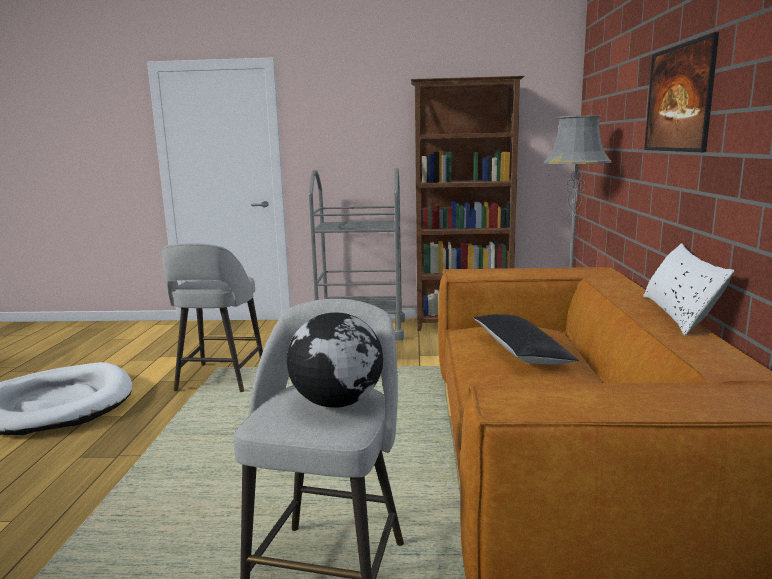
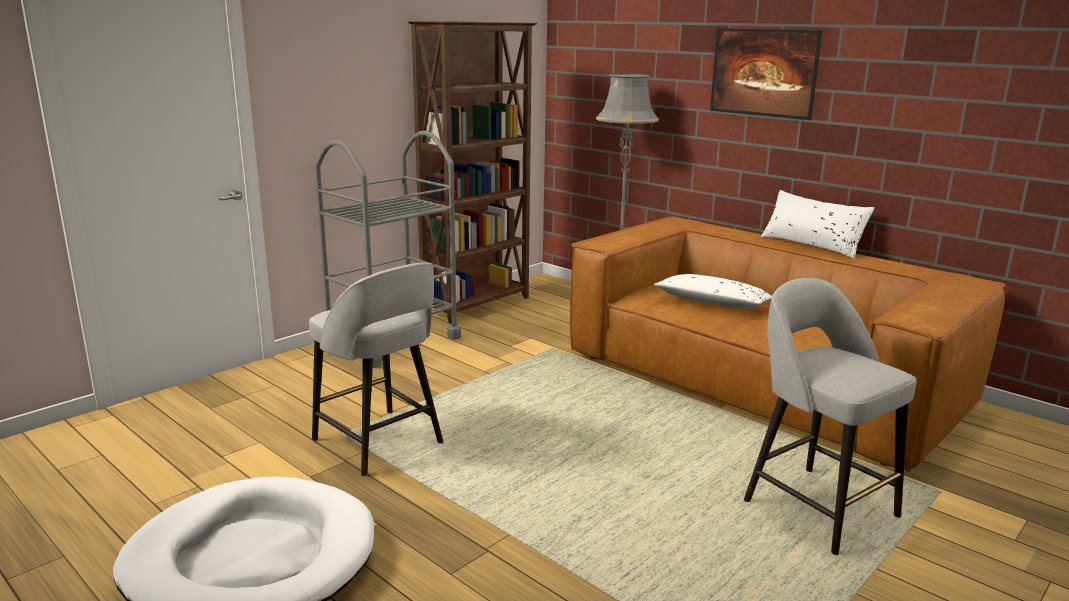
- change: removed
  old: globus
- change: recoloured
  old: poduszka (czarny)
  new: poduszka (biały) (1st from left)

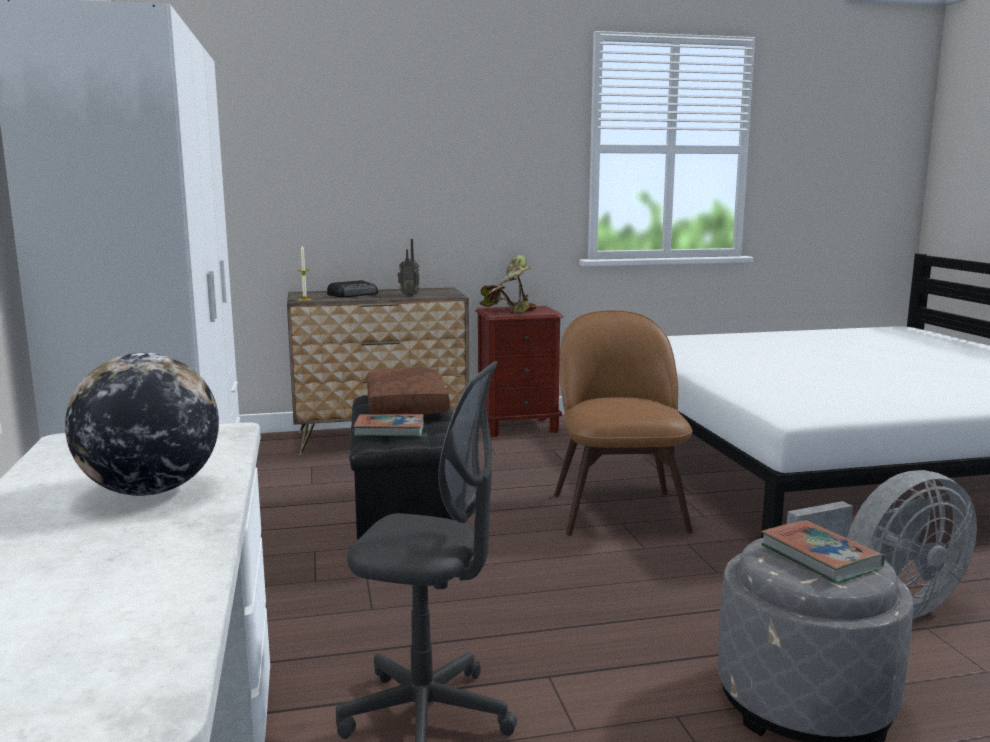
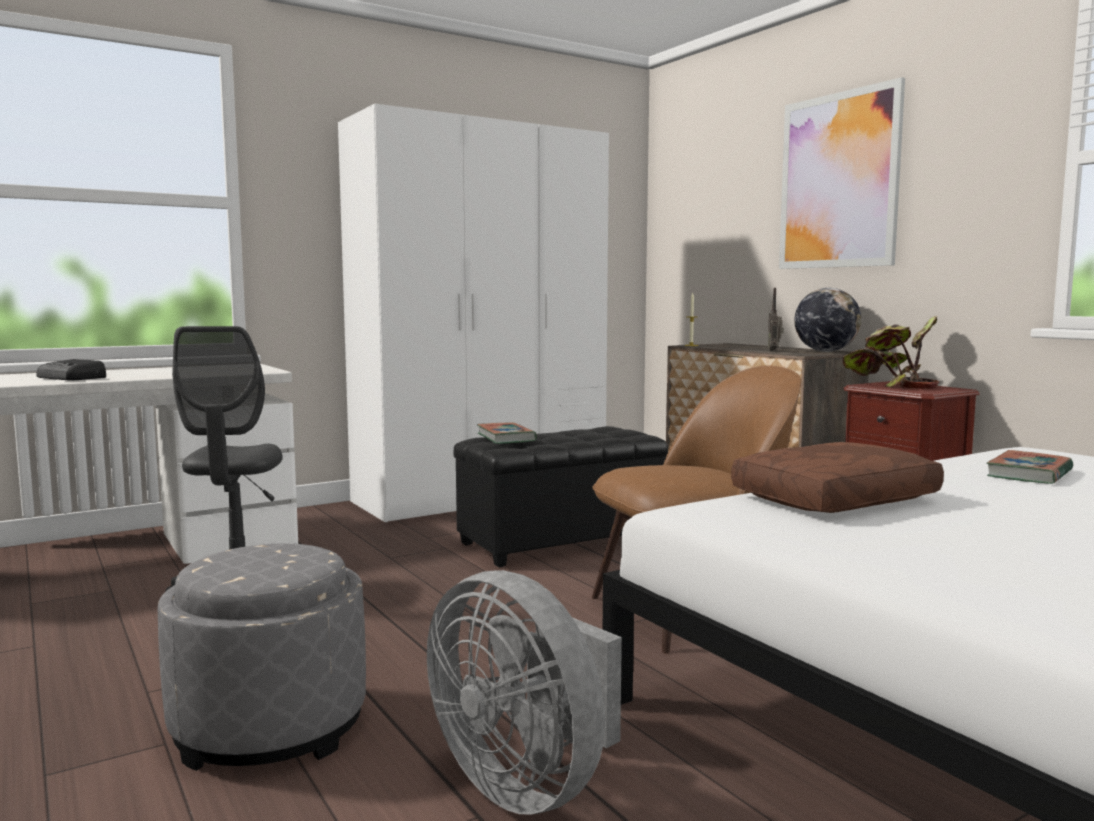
- change: moved
  old: globus
- change: moved
  old: radio (1st from left)
- change: moved
  old: poduszka (brązowy)
- change: moved
  old: książka (2nd from left)
- change: added
  new: obraz

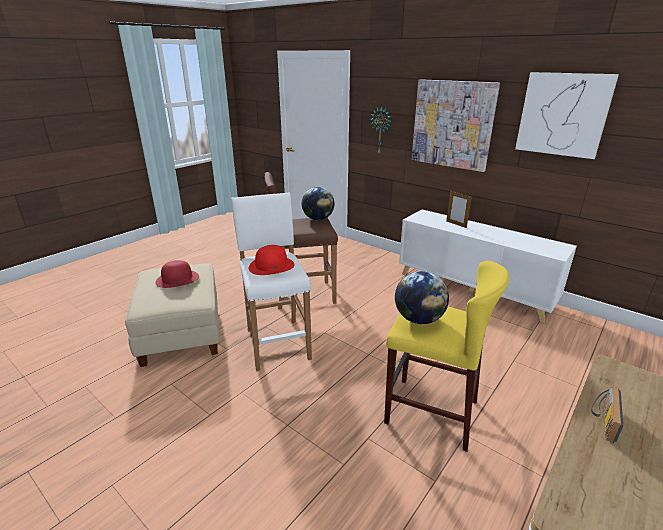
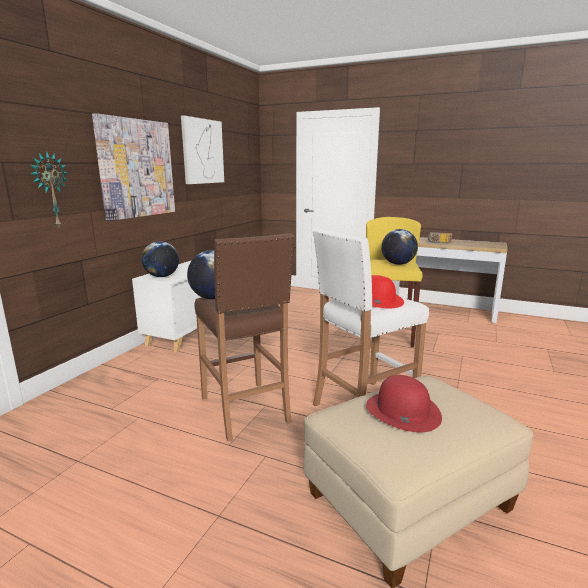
- change: removed
  old: ramka na zdjęcie
- change: added
  new: globus (1st from left)

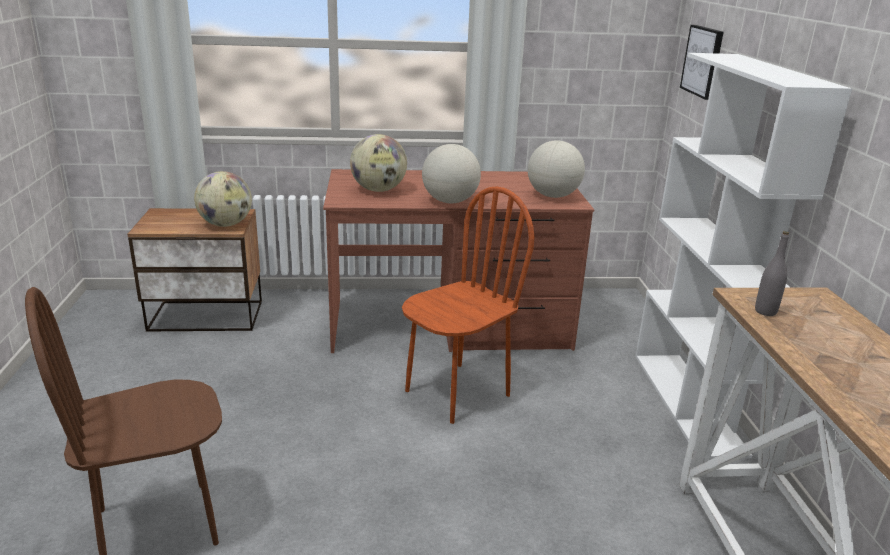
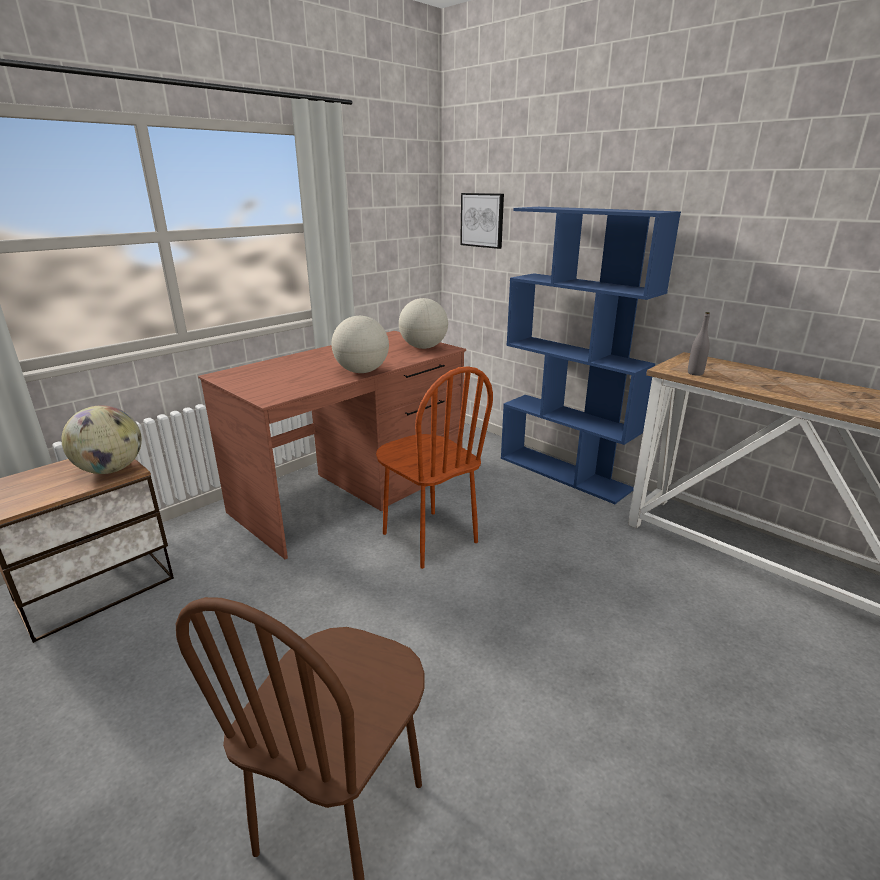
- change: removed
  old: globus (2nd from left)
- change: turned
  old: krzesło (brązowy) (2nd from left)
  degrees: 135
- change: recoloured
  old: regał (biały)
  new: regał (niebieski)

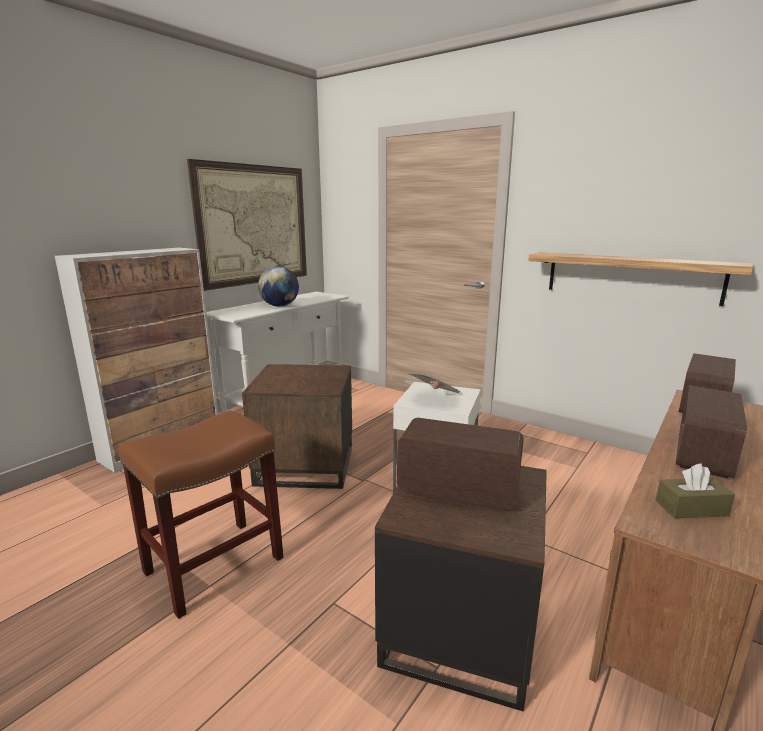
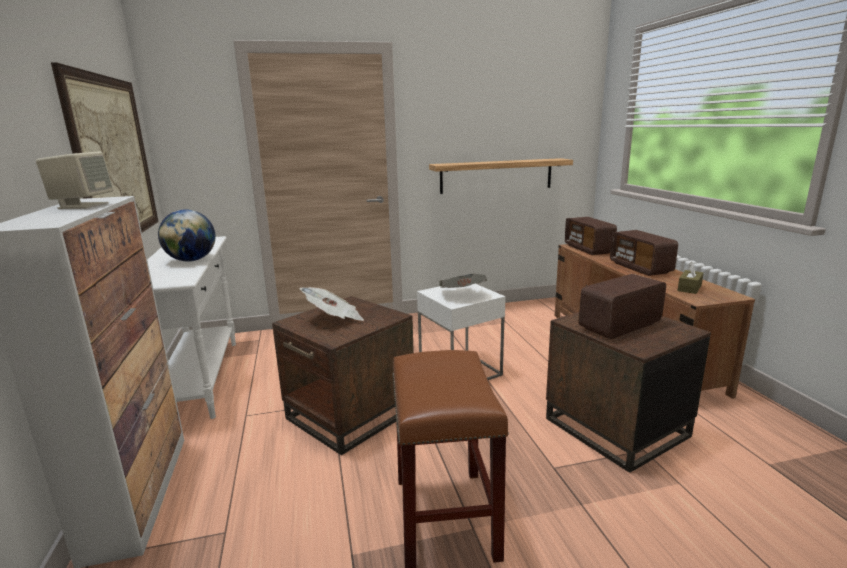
- change: added
  new: głośnik (beżowy)
- change: added
  new: gazeta (1st from left)

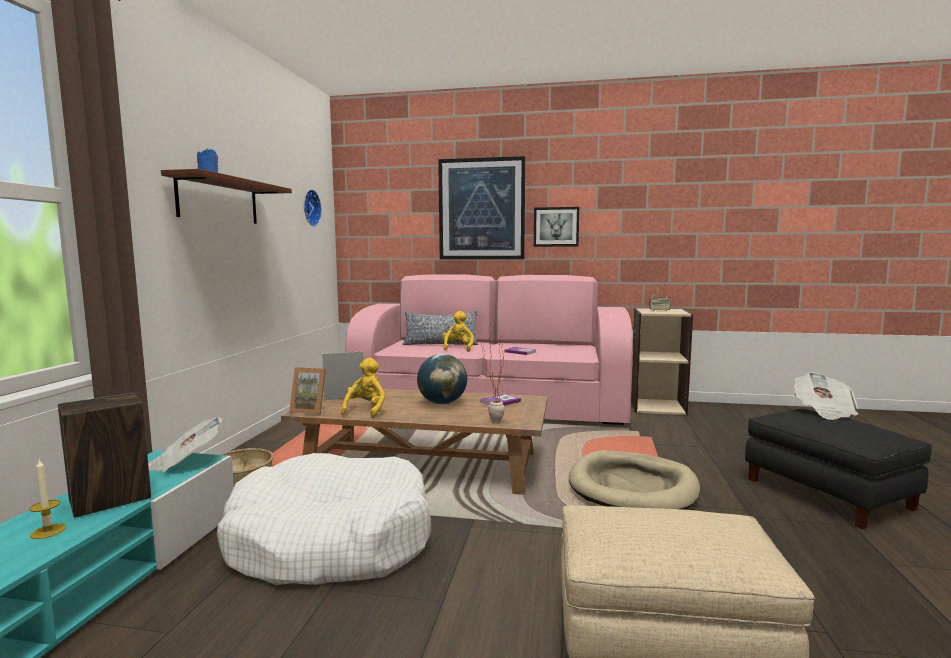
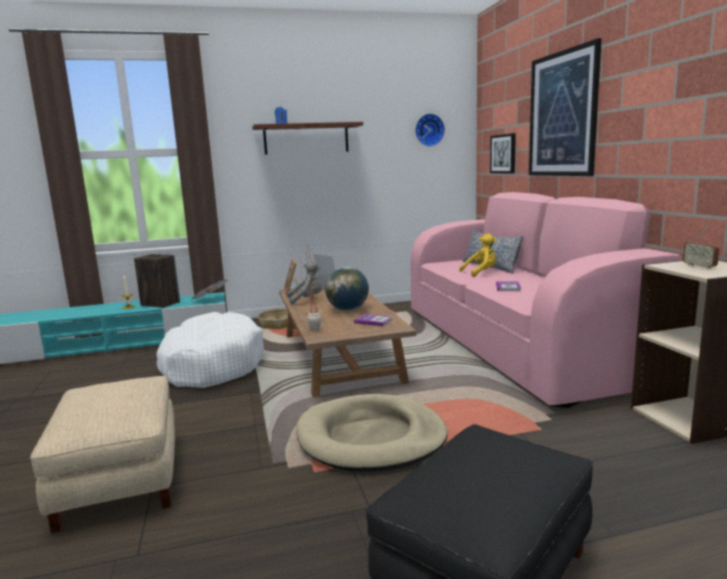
- change: recoloured
  old: pluszak (żółty) (1st from left)
  new: pluszak (szary)
- change: moved
  old: obraz (2nd from left in the first image)
  new: obraz (1st from left)
- change: removed
  old: gazeta (2nd from left)

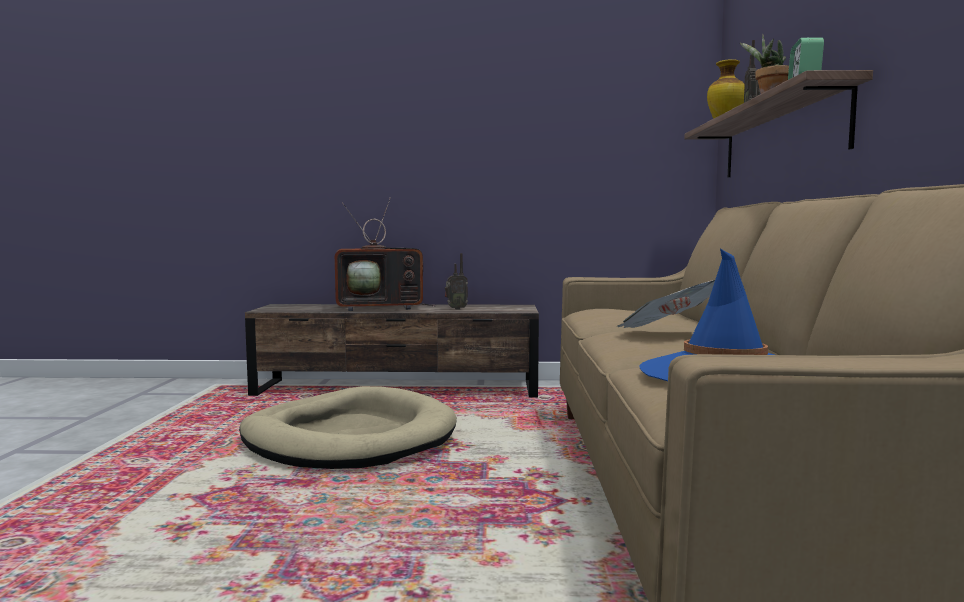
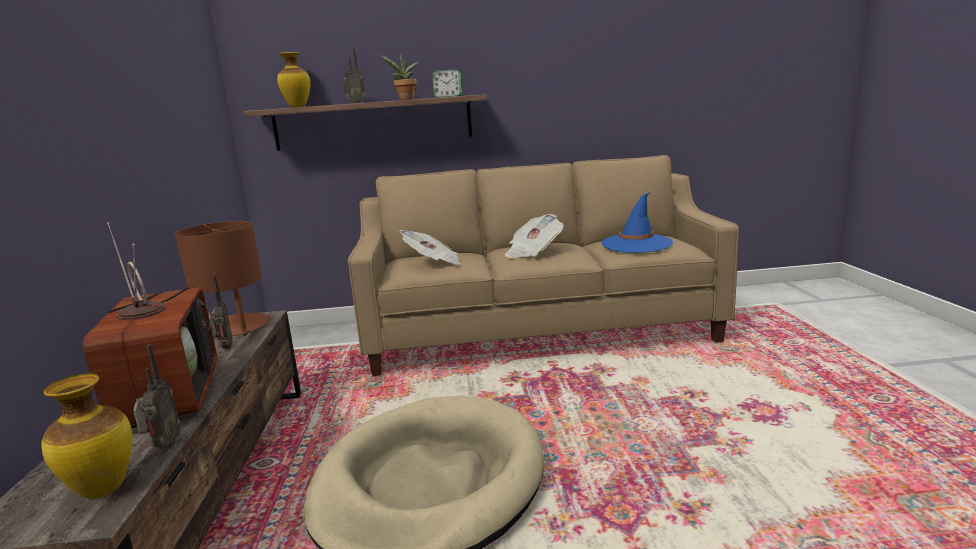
- change: added
  new: wazon (1st from left)
- change: added
  new: radio (1st from left)
- change: added
  new: lampa stołowa (brązowy)
- change: added
  new: gazeta (1st from left)

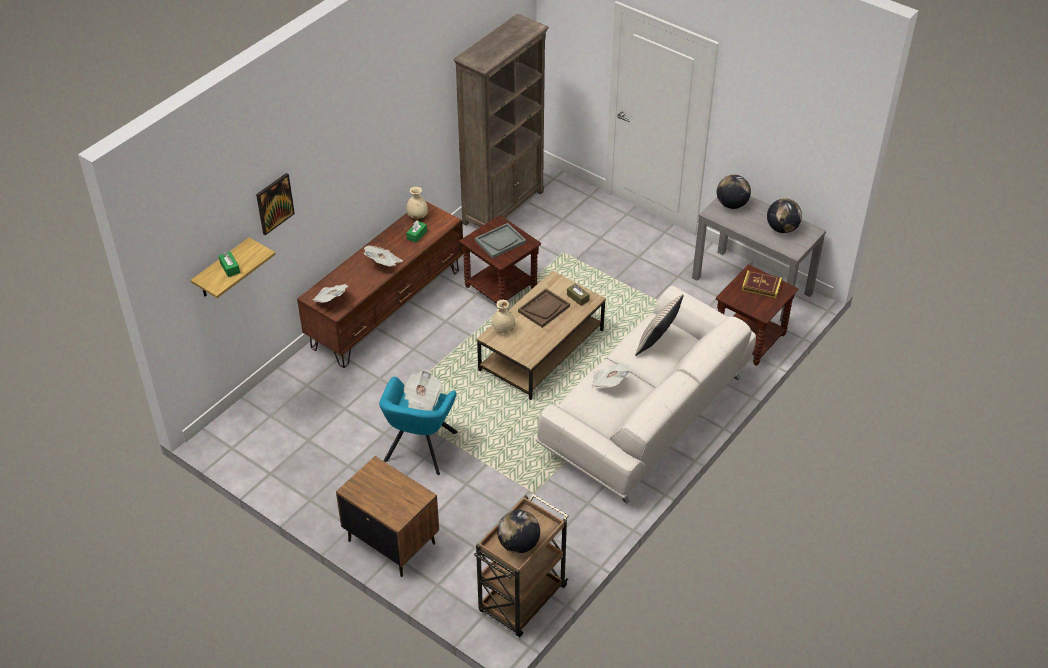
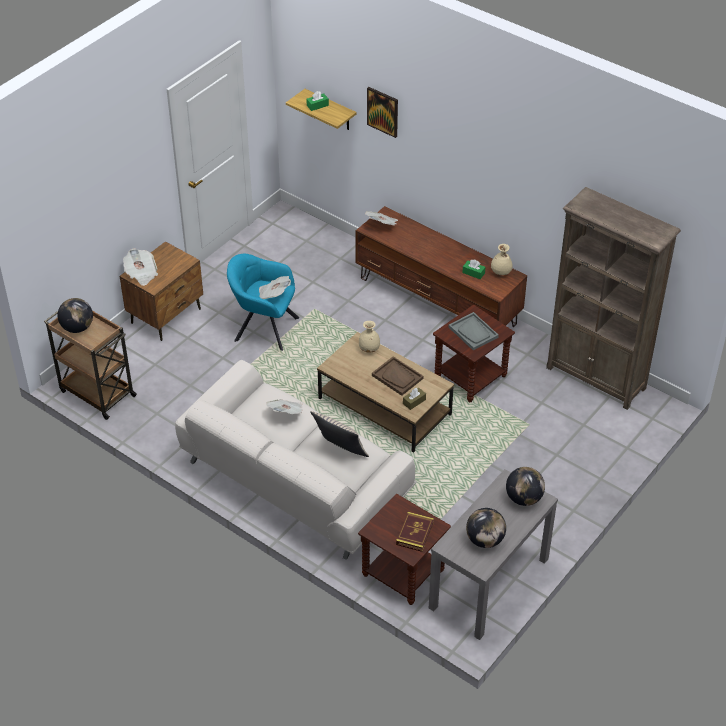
- change: moved
  old: gazeta (2nd from left in the first image)
  new: gazeta (1st from left)

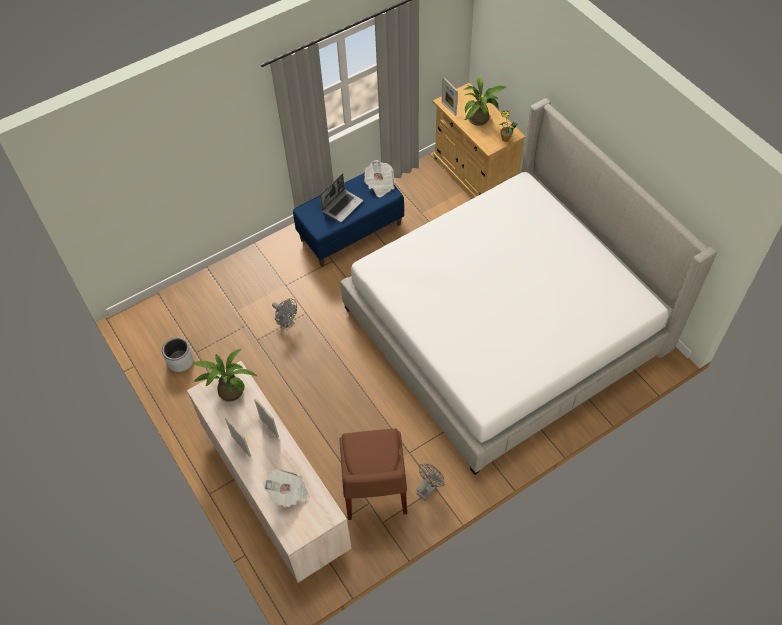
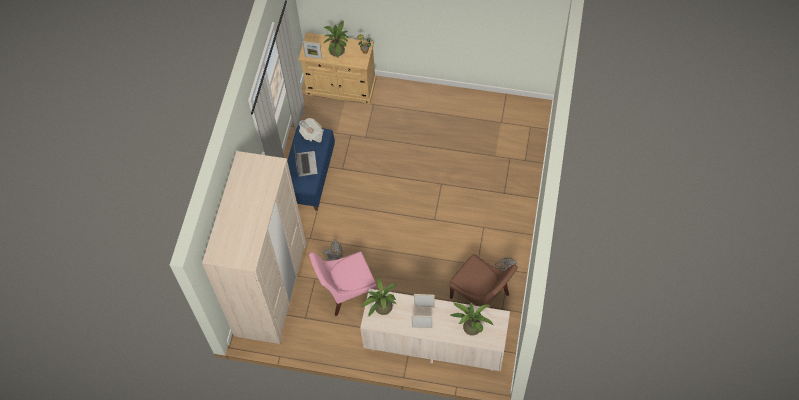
- change: removed
  old: donica (szary)
- change: replaced
  old: gazeta (1st from left)
  new: roślina doniczkowa (4th from left)
- change: removed
  old: łóżko
- change: added
  new: szafa (beżowy)
- change: added
  new: krzesło (różowy)

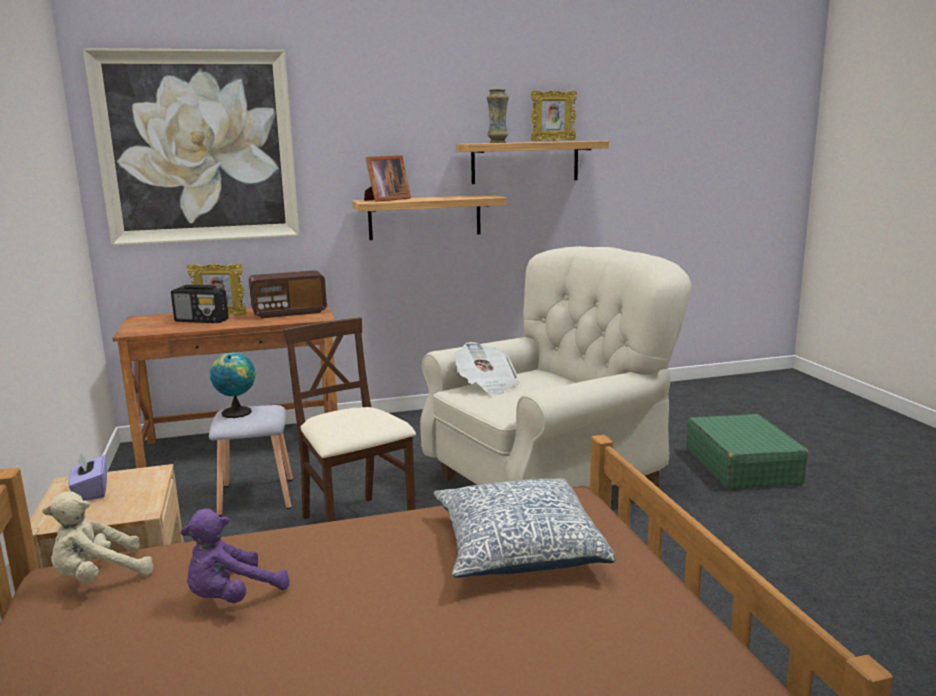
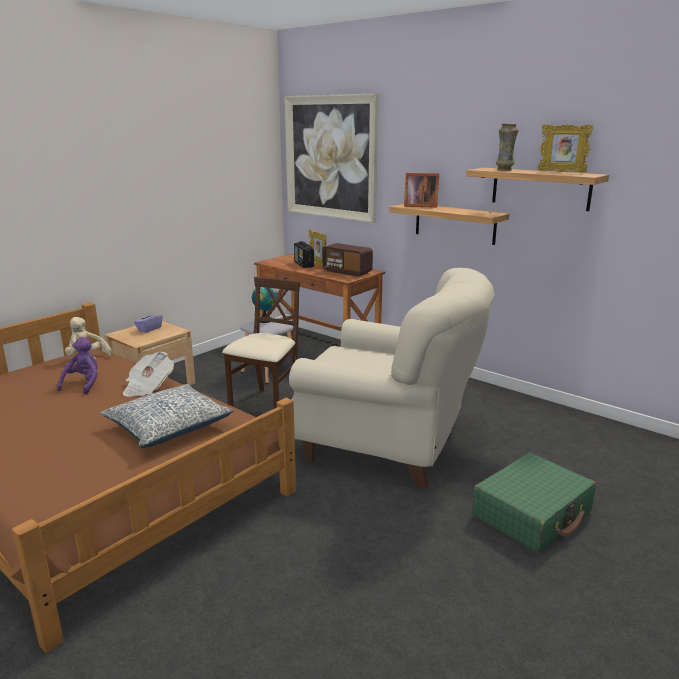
- change: turned
  old: pluszak (fioletowy)
  degrees: 90
- change: moved
  old: gazeta

